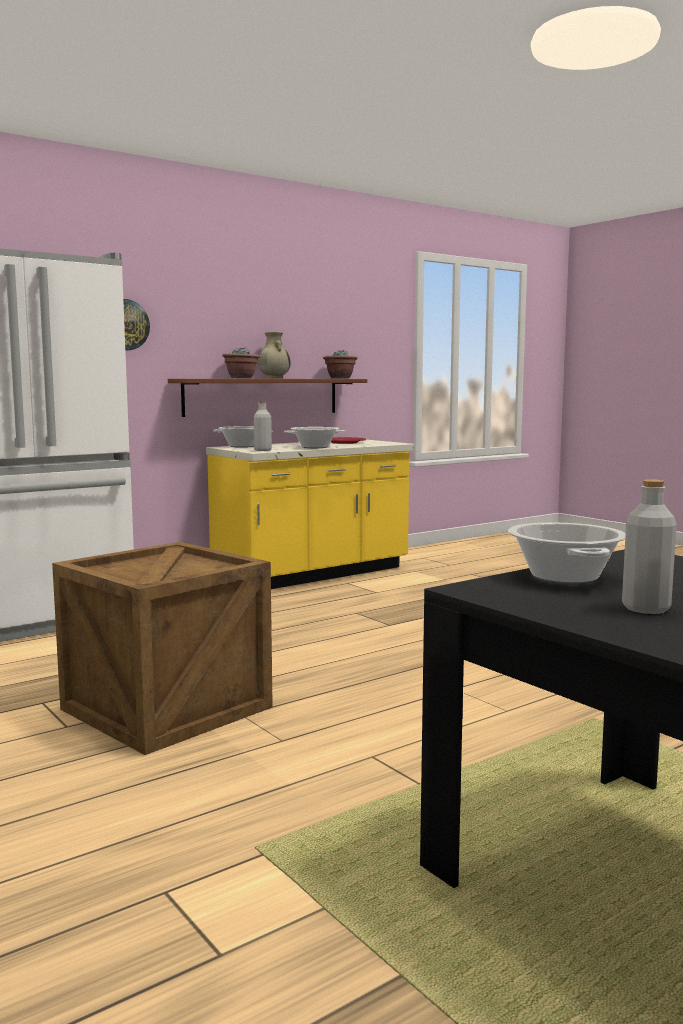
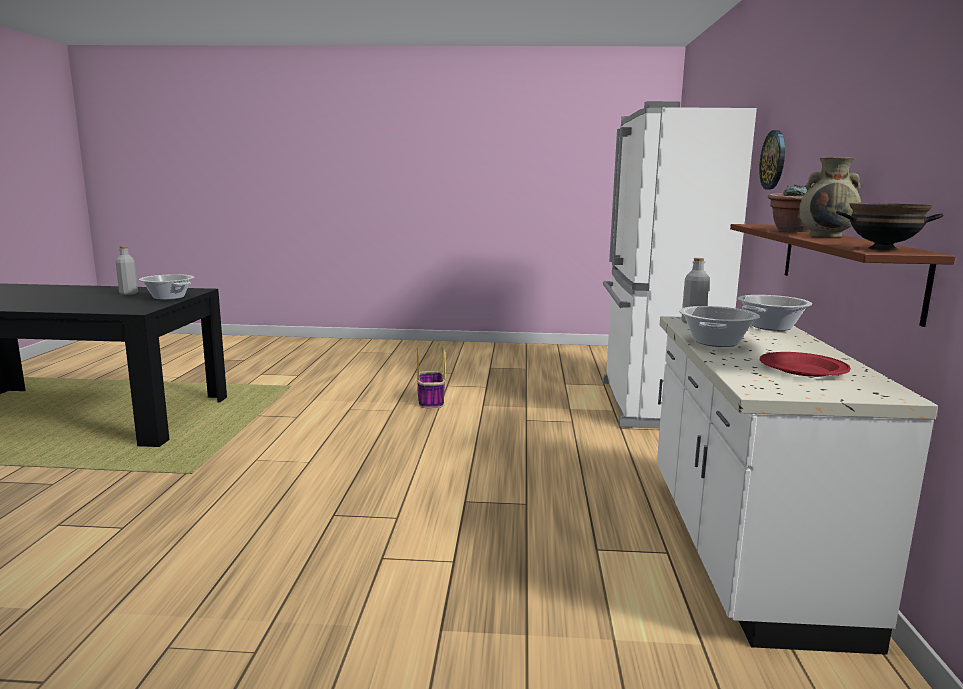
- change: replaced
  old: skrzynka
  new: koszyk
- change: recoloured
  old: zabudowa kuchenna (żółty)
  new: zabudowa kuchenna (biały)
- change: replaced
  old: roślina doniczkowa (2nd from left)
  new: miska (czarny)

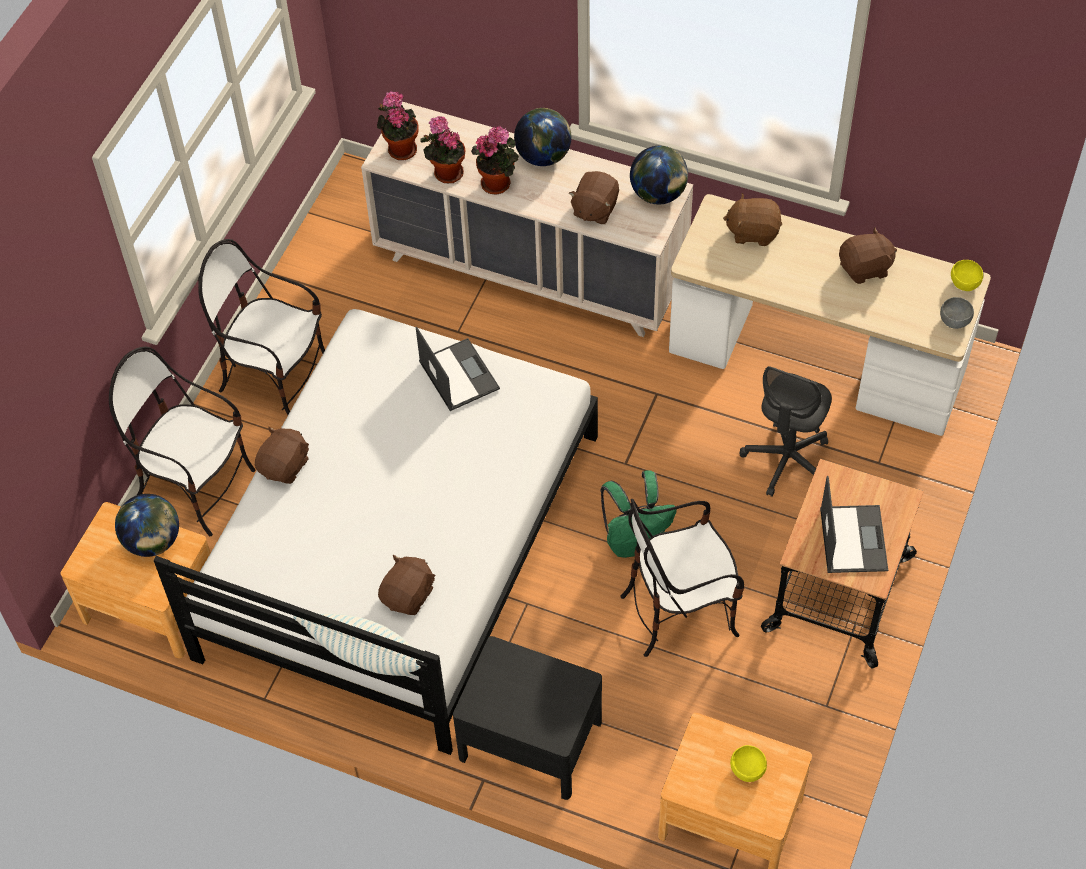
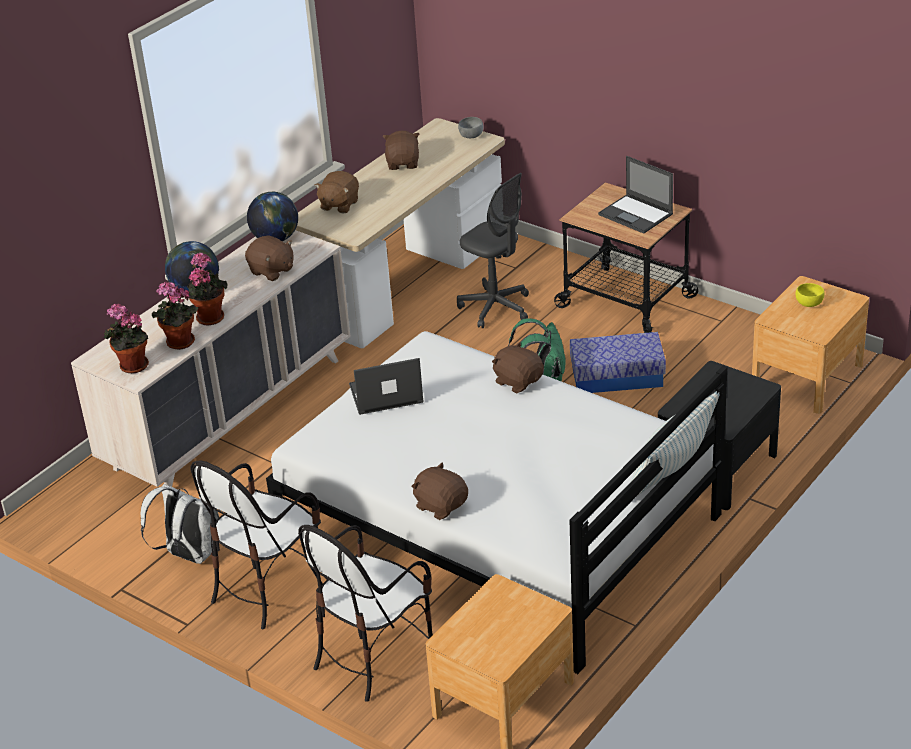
- change: removed
  old: globus (1st from left)
- change: moved
  old: pluszak (brązowy) (2nd from left in the first image)
  new: pluszak (brązowy) (5th from left)
- change: replaced
  old: krzesło (3rd from left)
  new: pojemnik do przechowywania
- change: turned
  old: laptop (2nd from left)
  degrees: -150
- change: removed
  old: miska (żółty) (2nd from left)
- change: added
  new: plecak (biały)

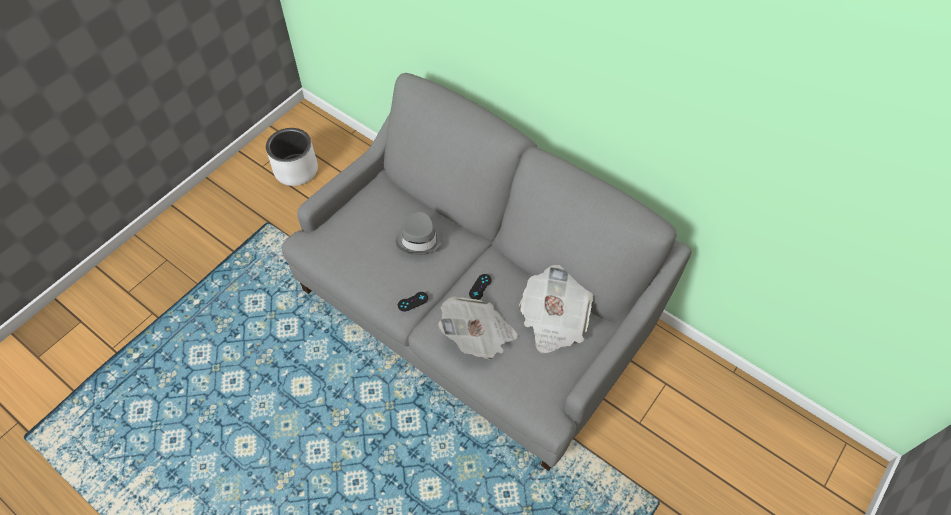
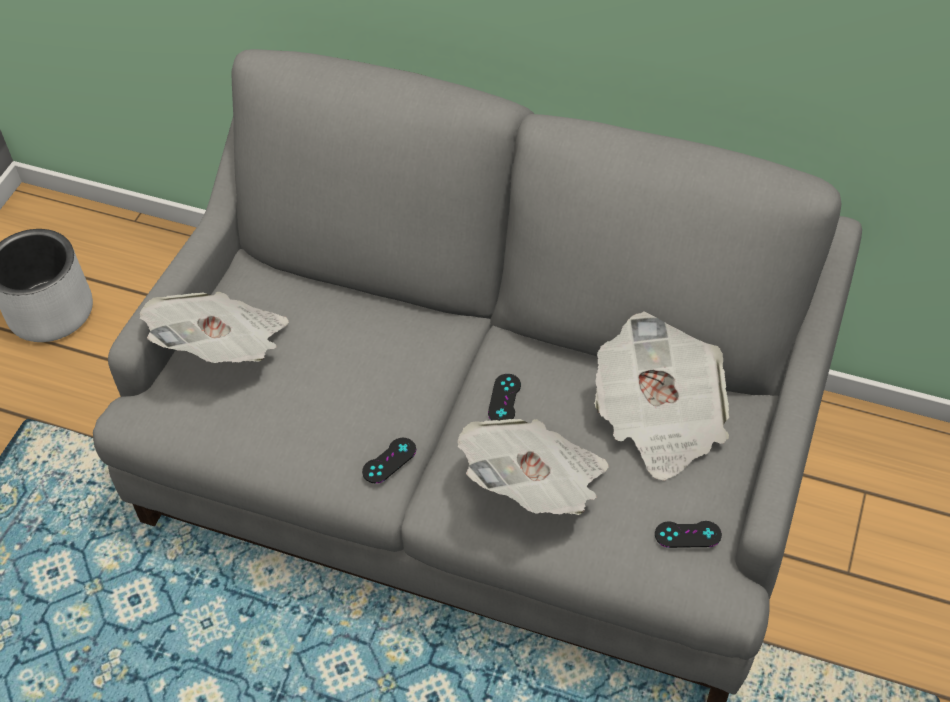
- change: removed
  old: kapelusz (szary)
- change: added
  new: gazeta (1st from left)
- change: added
  new: pad do gier (czarny) (3rd from left)

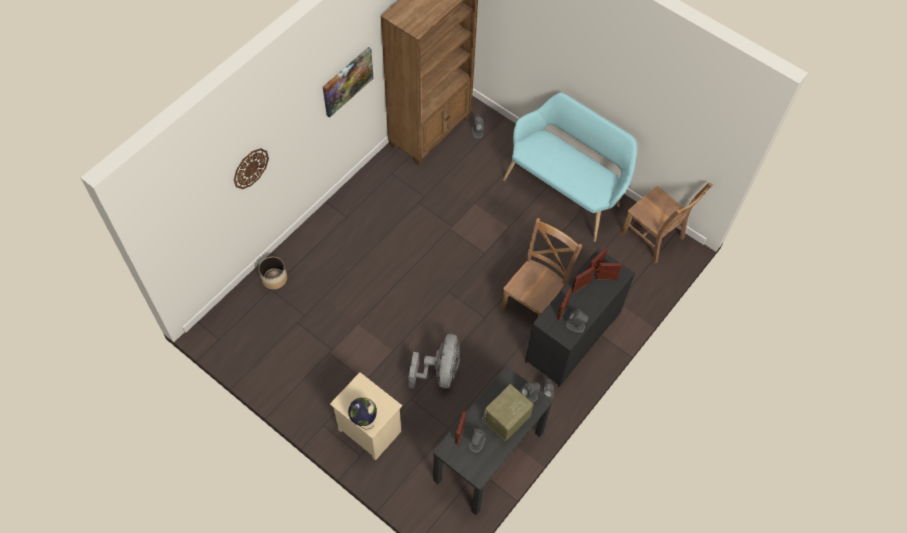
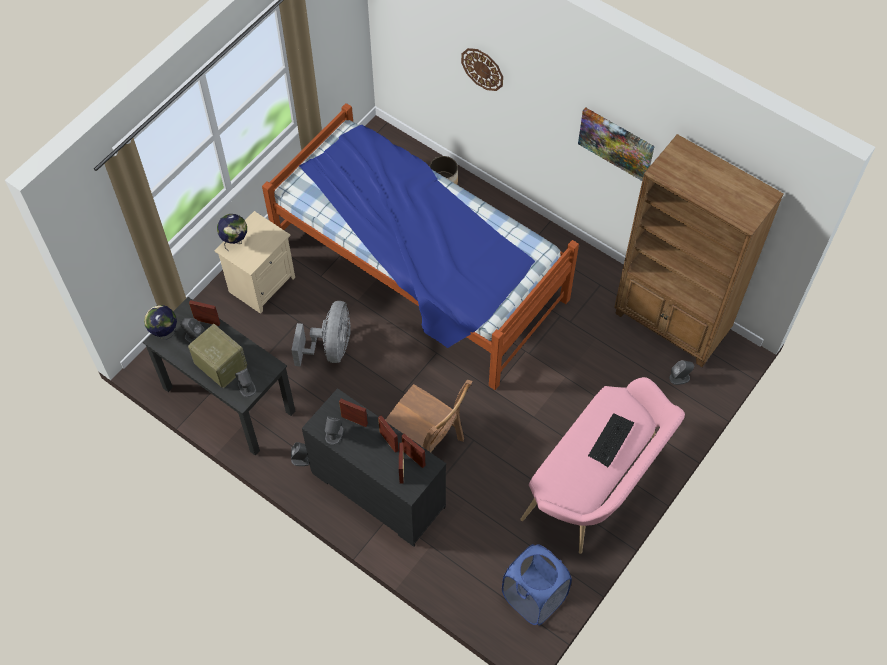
- change: turned
  old: wentylator (szary)
  degrees: -90
- change: recoloured
  old: ławka (turkusowy)
  new: ławka (różowy)
- change: replaced
  old: krzesło (brązowy) (2nd from left)
  new: kosz na pranie (niebieski)
- change: added
  new: globus (1st from left)
- change: added
  new: łóżko
- change: added
  new: klawiatura

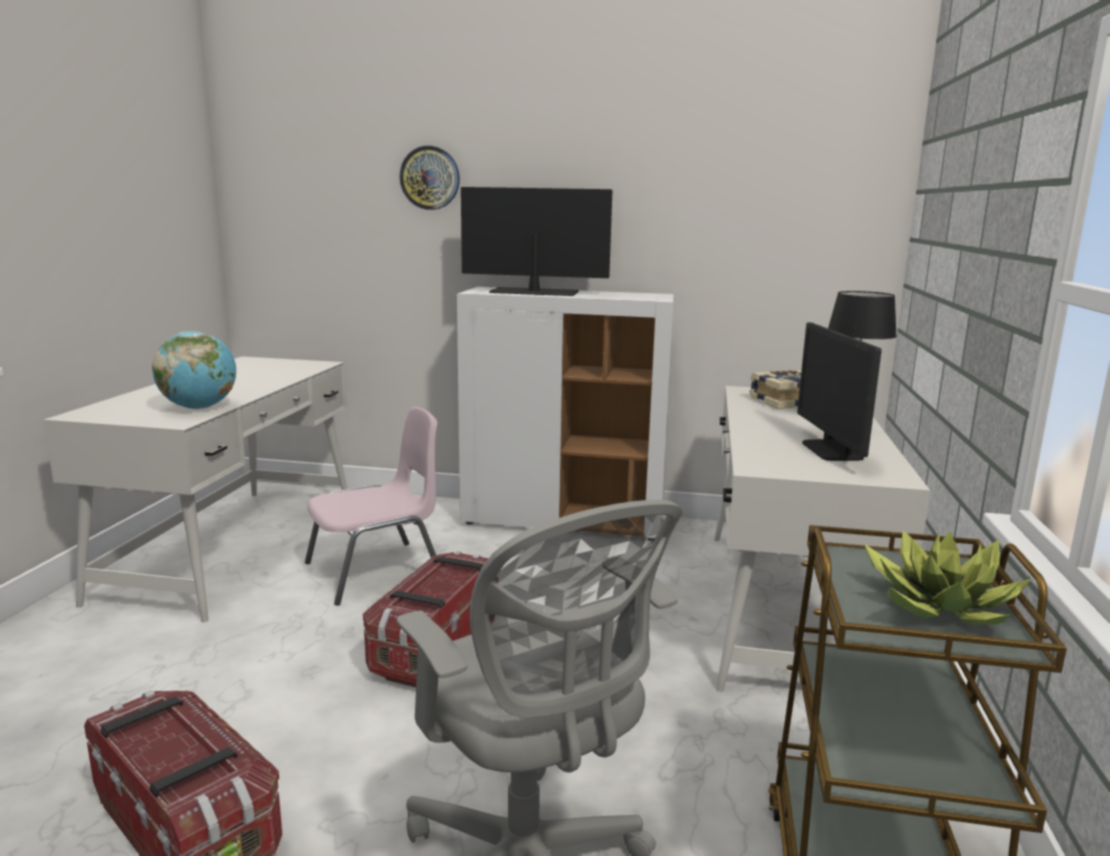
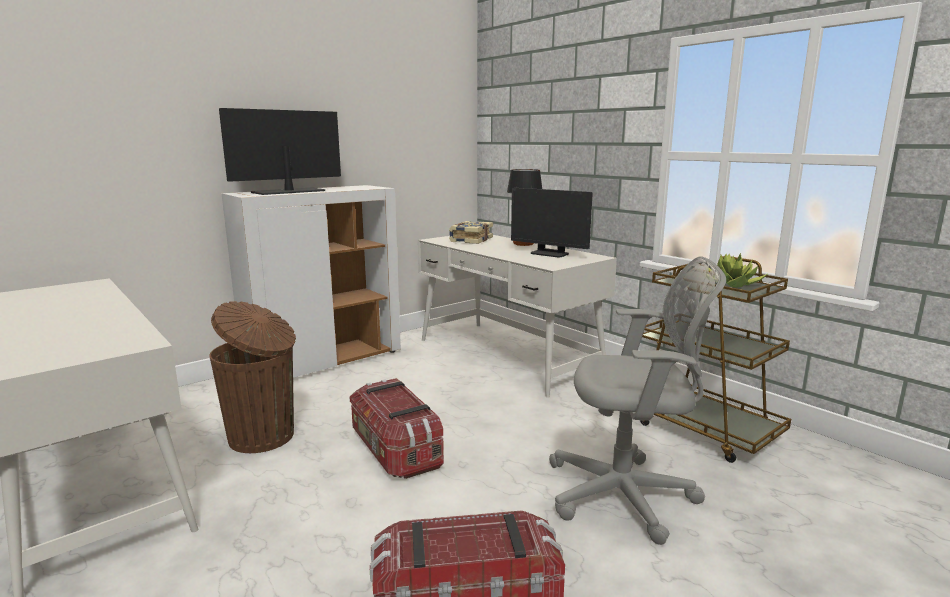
- change: removed
  old: globus
- change: replaced
  old: krzesło (różowy)
  new: kosz na śmieci (brązowy)
- change: removed
  old: zegar ścienny

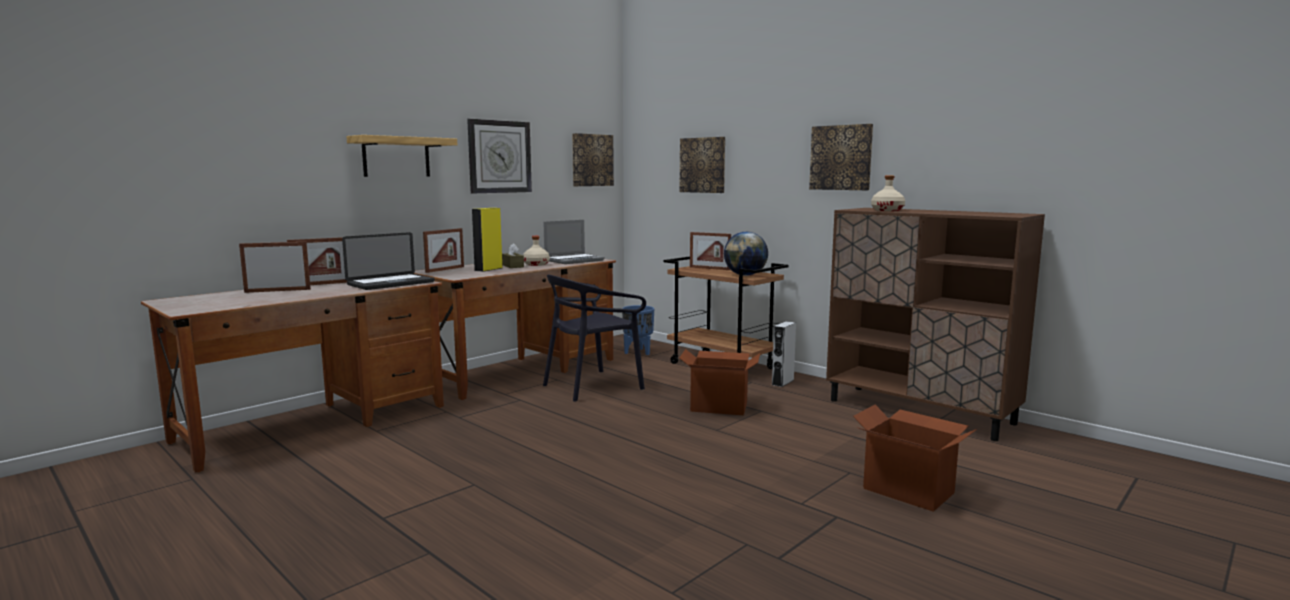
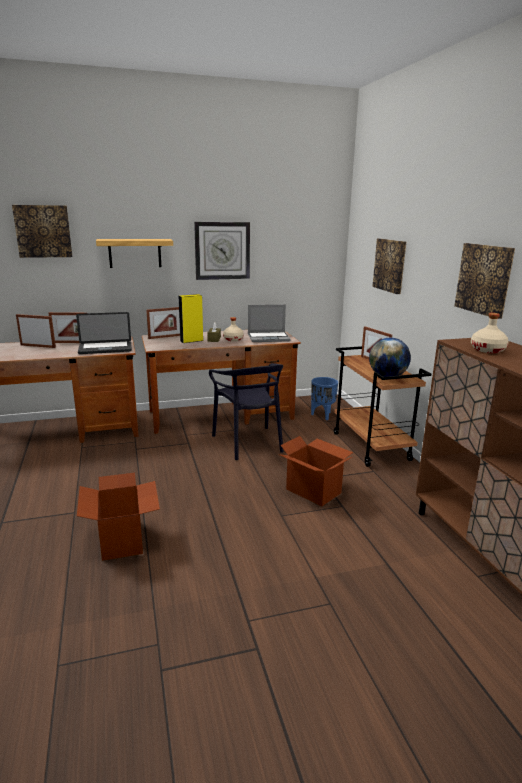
- change: turned
  old: krzesło (czarny)
  degrees: -105
- change: moved
  old: obraz (1st from left)
- change: removed
  old: głośnik (szary)
- change: moved
  old: karton (2nd from left in the first image)
  new: karton (1st from left)

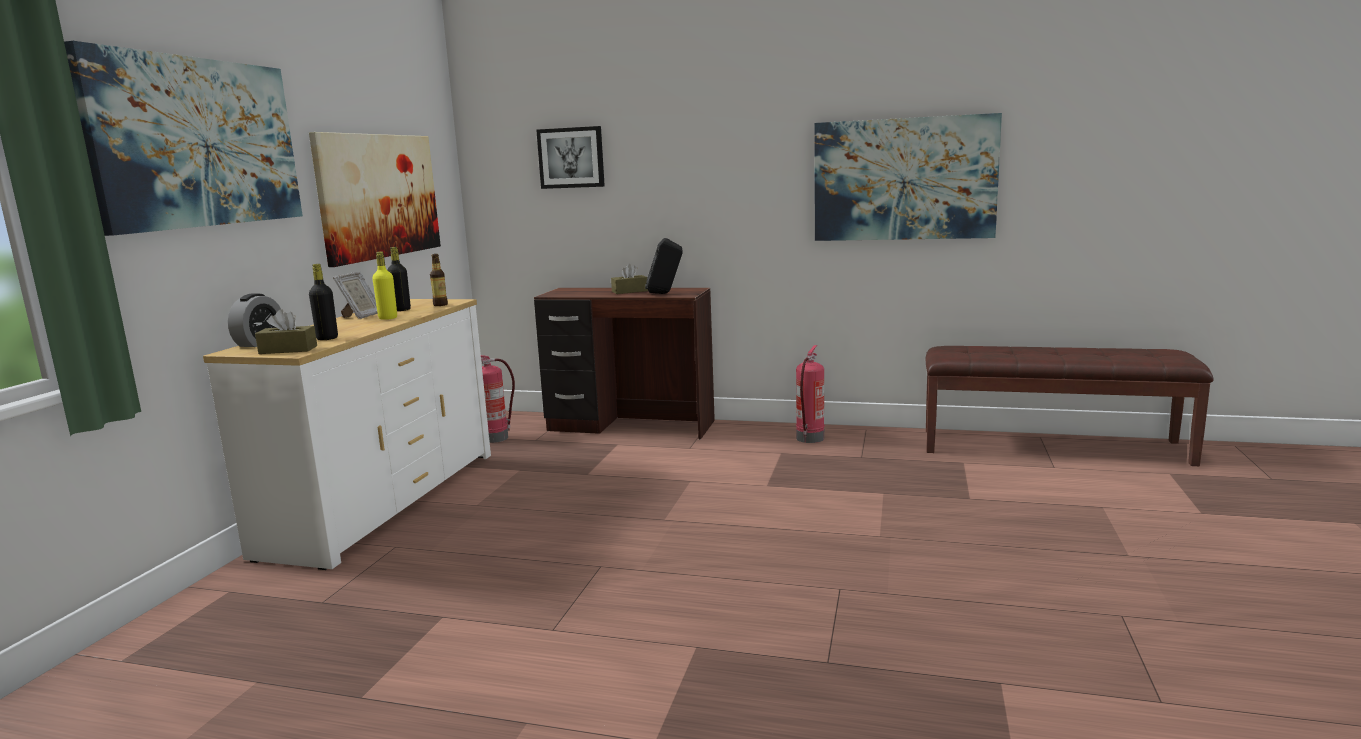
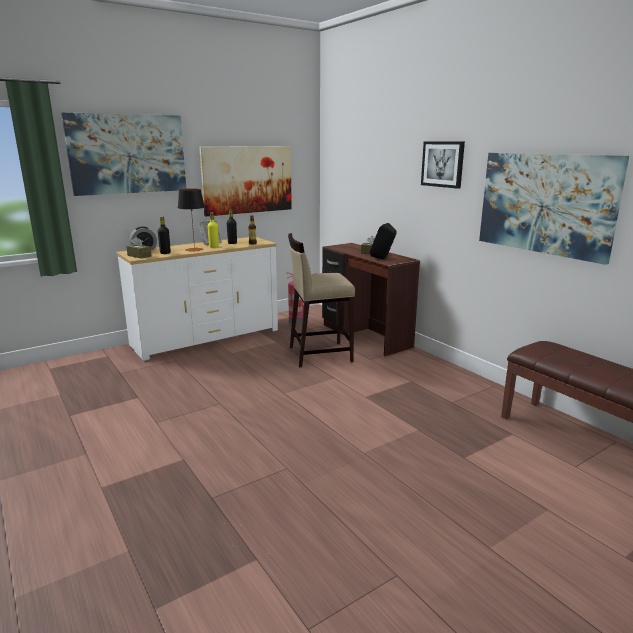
- change: moved
  old: obraz (3rd from left)
- change: removed
  old: gaśnica (2nd from left)
- change: added
  new: lampa stołowa
- change: added
  new: stołek (beżowy)

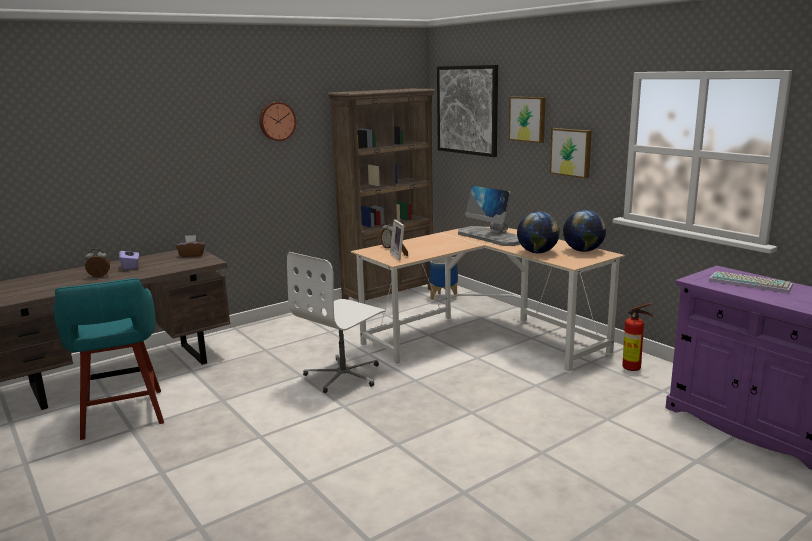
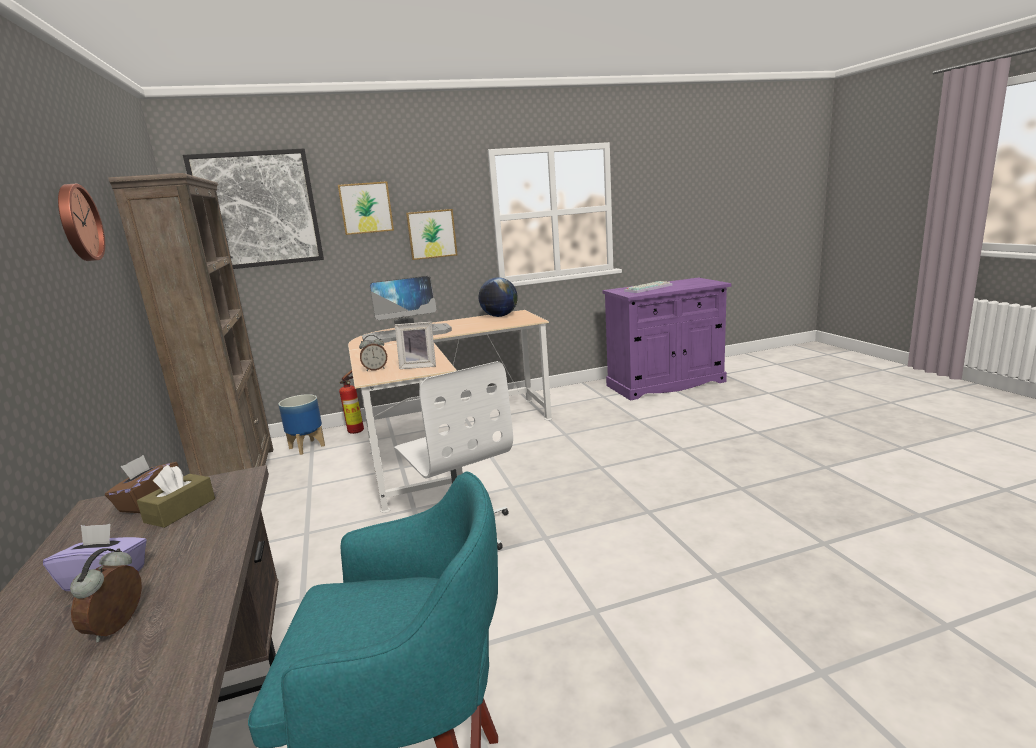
- change: removed
  old: globus (1st from left)
- change: moved
  old: gaśnica
- change: added
  new: pudełko chusteczek (brązowy) (2nd from left)

